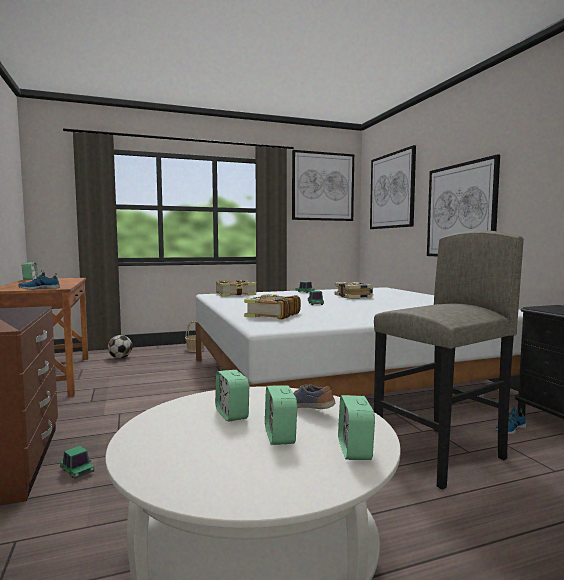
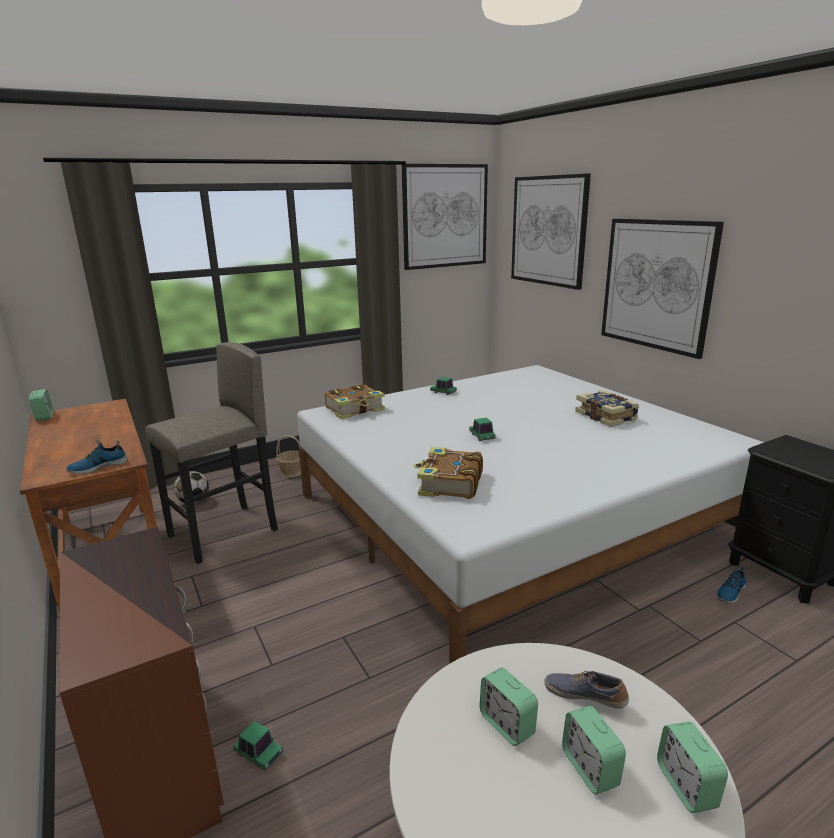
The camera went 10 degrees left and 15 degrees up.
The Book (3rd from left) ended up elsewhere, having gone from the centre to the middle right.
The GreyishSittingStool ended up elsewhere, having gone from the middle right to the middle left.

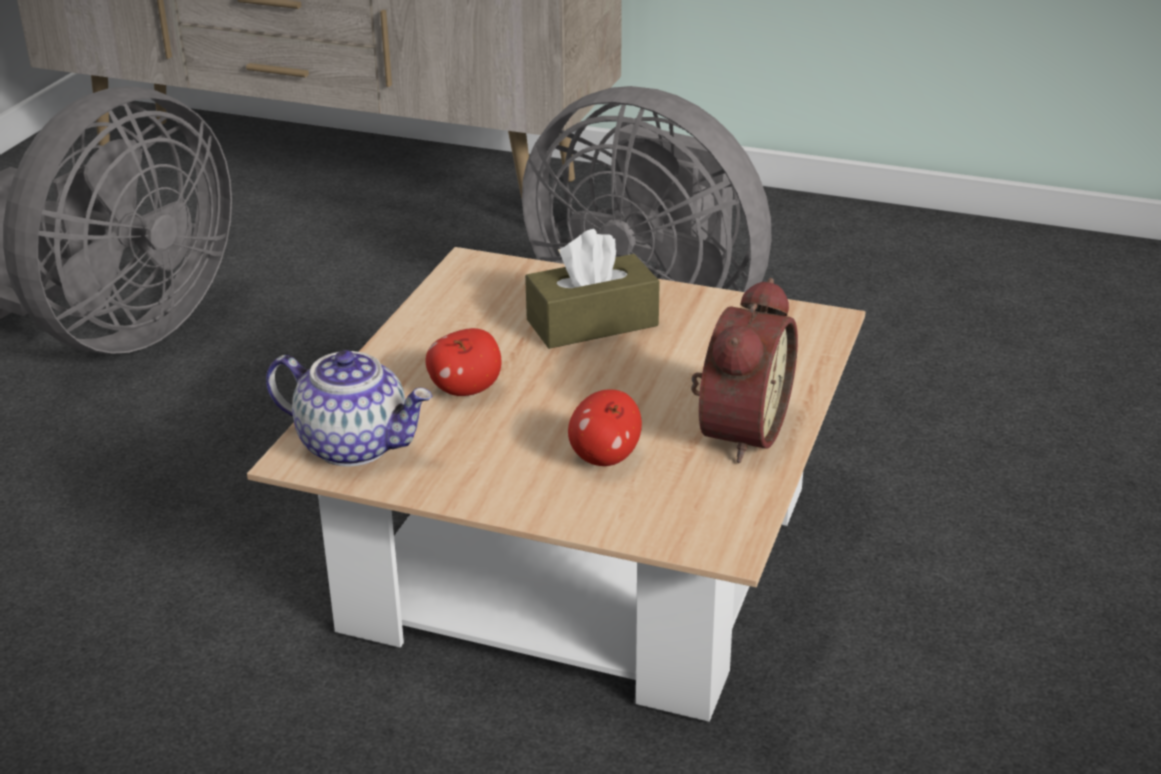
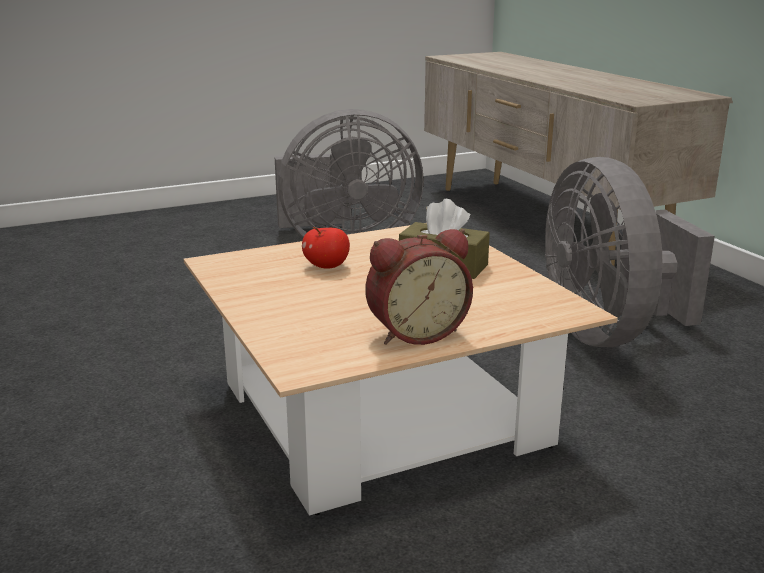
The camera went 45 degrees right and 10 degrees down.
The second view lost the Teapot at the middle left.
The second view lost the WholeApple (2nd from left) at the centre.

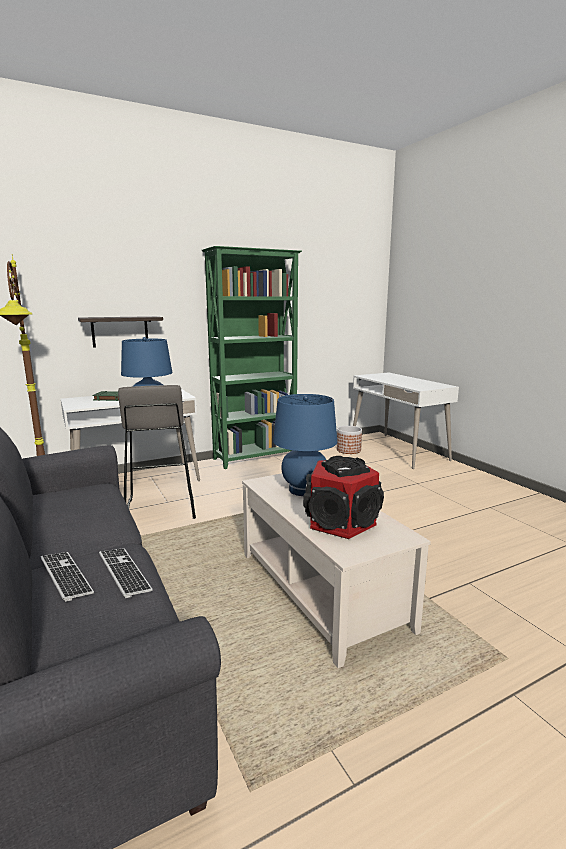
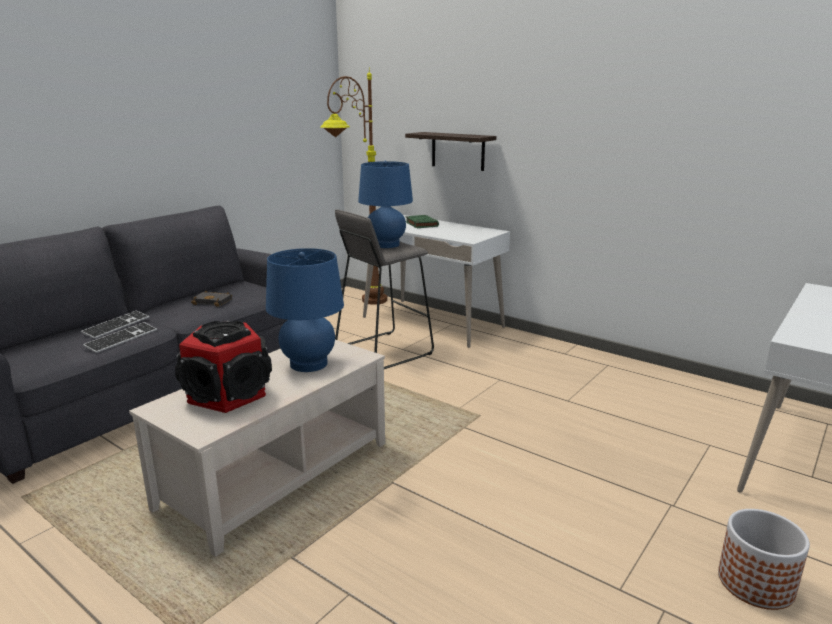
The camera went 65 degrees right and 5 degrees up.
The second view lost the GreenColouredShelvingUnit at the centre.
The second view gained the BlackBook at the middle left.
The FlowerPot ended up elsewhere, having gone from the centre to the bottom right.

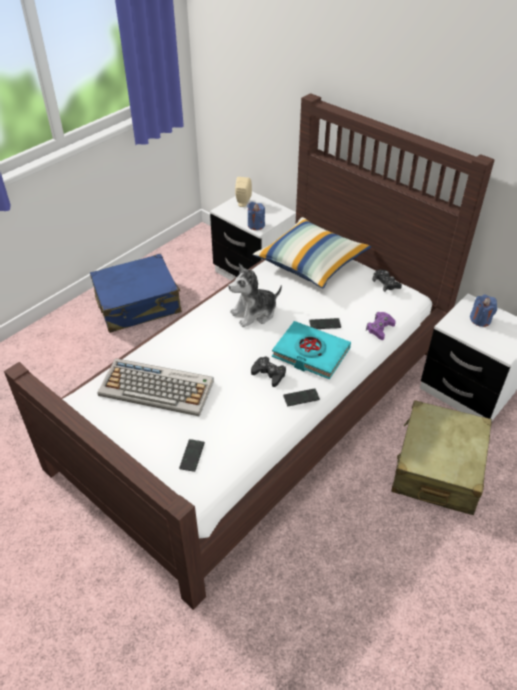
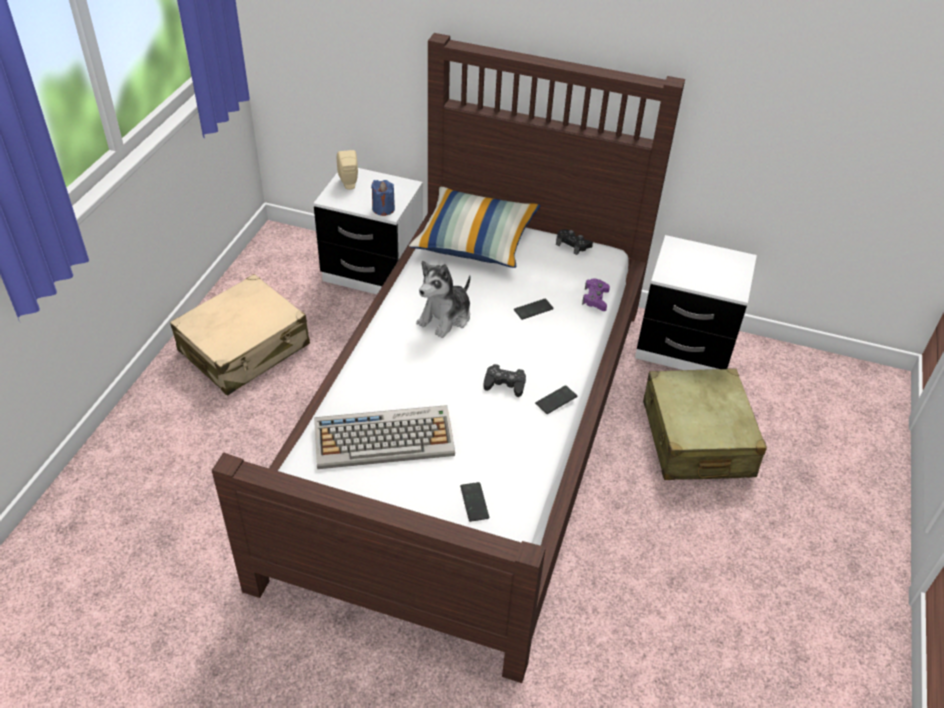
The camera went 25 degrees left and 0 degrees up.
The second view lost the TurquoiseColouredBook at the centre.
The second view lost the BlueColouredWaxLight (2nd from left) at the middle right.
What was the BlueColouredPieceOfLuggage at the middle left turned into the SandColouredPieceOfLuggage (1st from left) at the middle left.

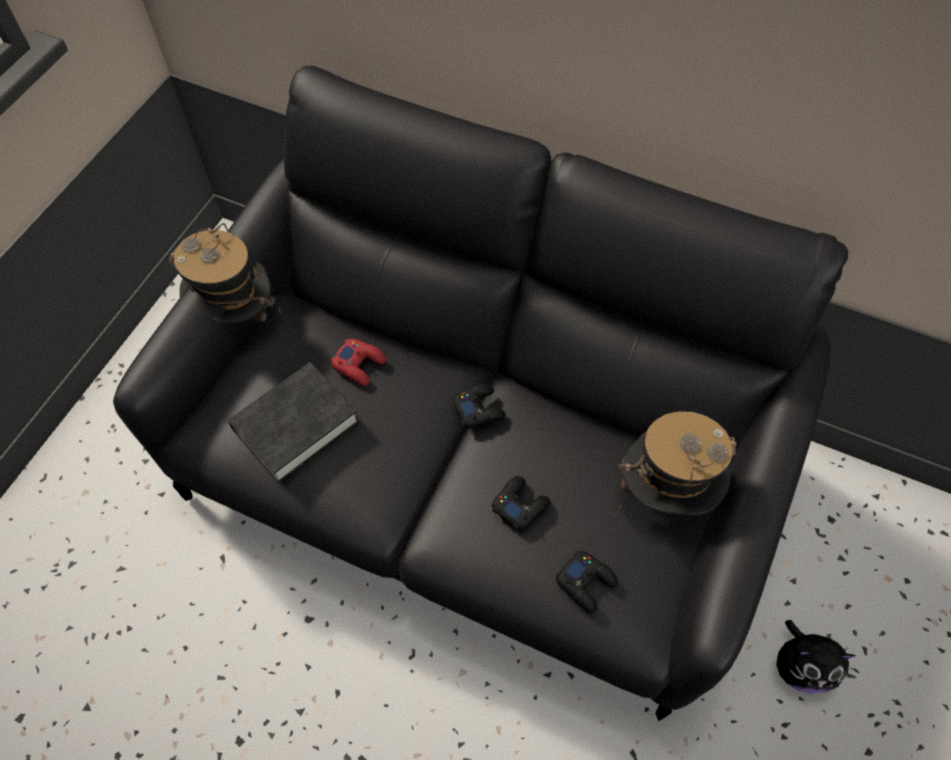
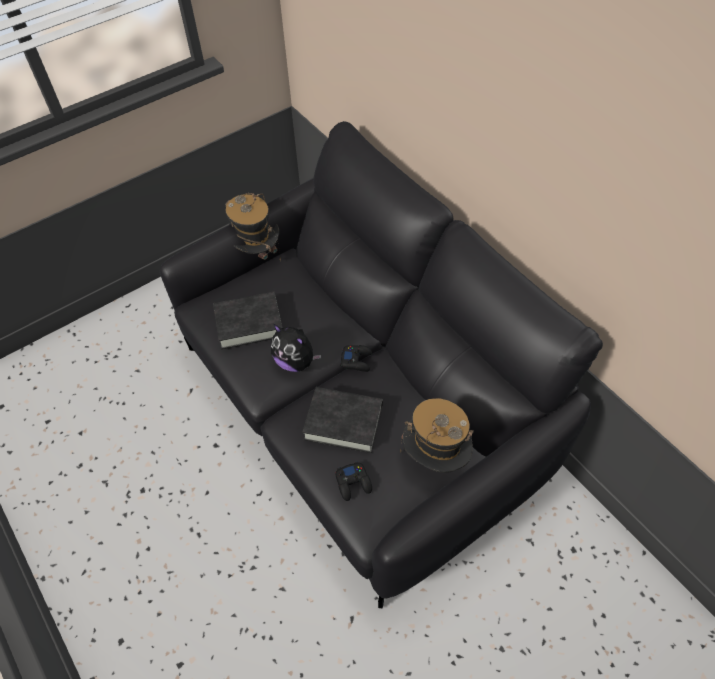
The camera went 30 degrees right and 5 degrees down.
The second view lost the RedColouredJoypad at the centre.
The CuddlyToy ended up elsewhere, having gone from the bottom right to the centre.
Where the BlackJoypad (2nd from left) stood at the centre, the BlackBook (2nd from left) came to stand at the centre.

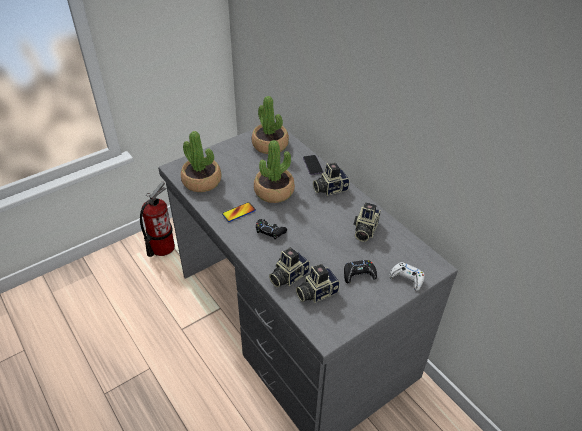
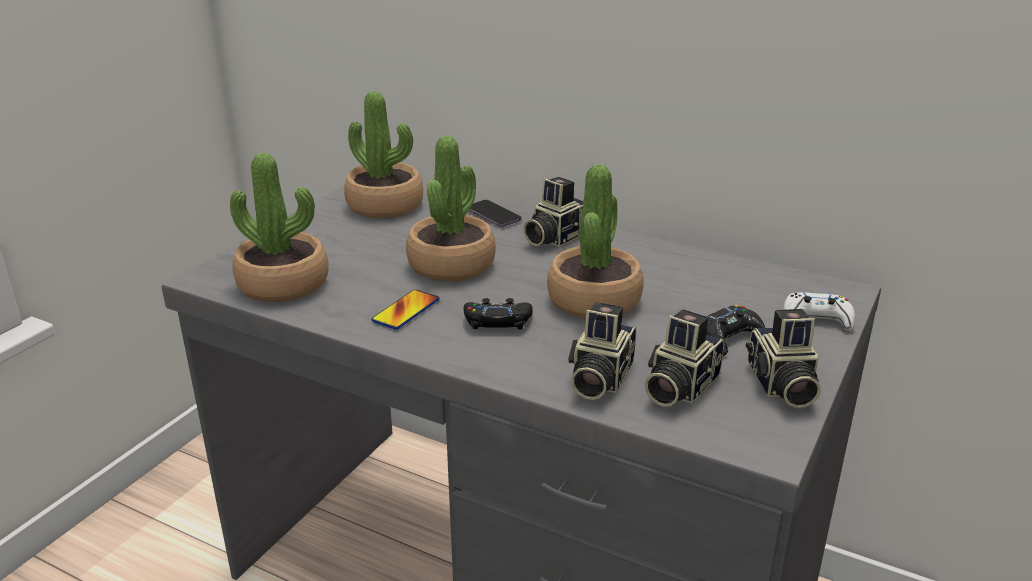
The camera went 25 degrees left and 15 degrees down.
The second view lost the Extinguisher at the middle left.
The second view gained the Houseplant (4th from left) at the centre.
The PhotoCamera (4th from left) ended up elsewhere, having gone from the centre to the middle right.

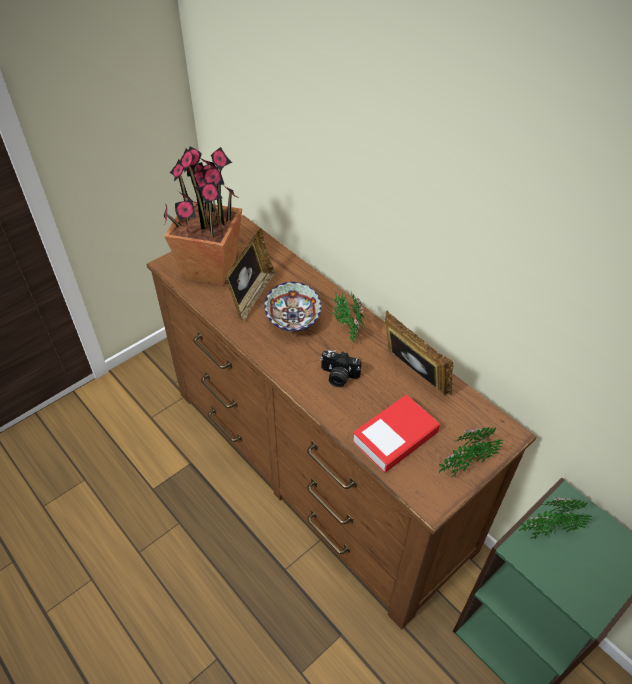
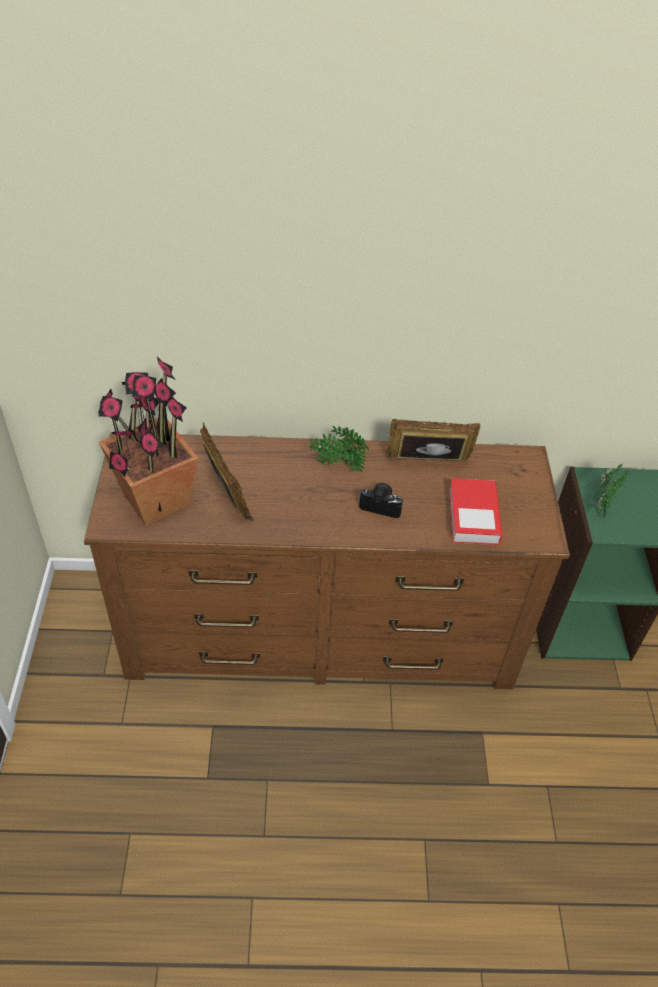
The camera went 50 degrees left and 0 degrees up.
The second view lost the DeepDish at the centre.
The second view lost the Houseplant (3rd from left) at the middle right.
The PhotoCamera at the centre ended up facing another way, 135 degrees counterclockwise from before.

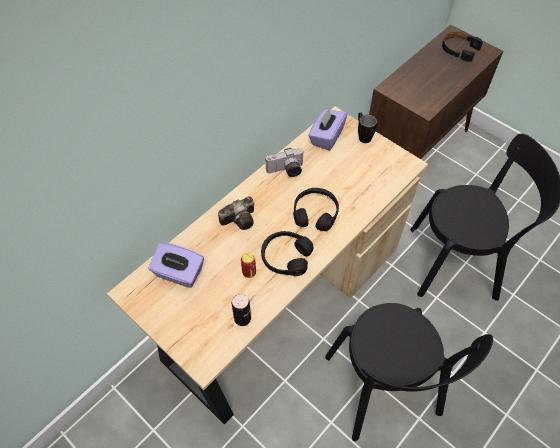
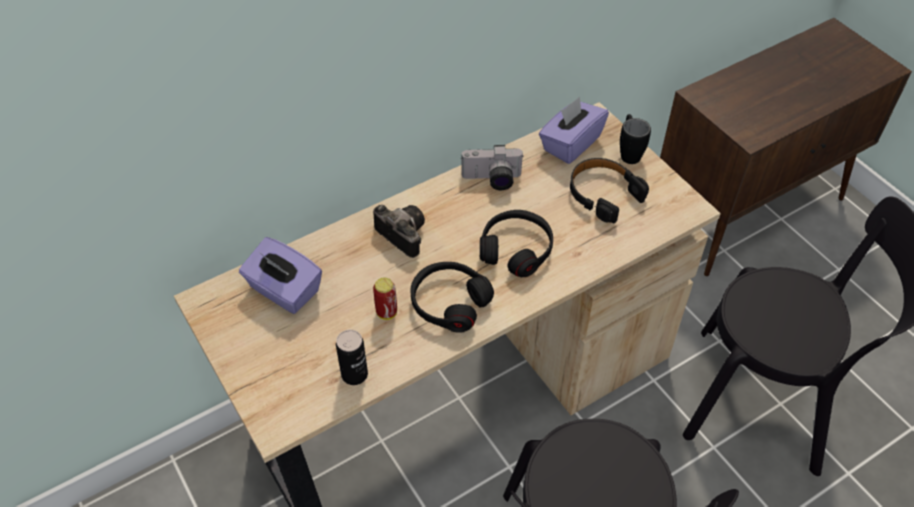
The camera went 15 degrees right and 5 degrees down.
The BlackHeadset (3rd from left) ended up elsewhere, having gone from the top right to the centre.
The PhotoCamera (1st from left) at the centre ended up facing another way, 120 degrees counterclockwise from before.

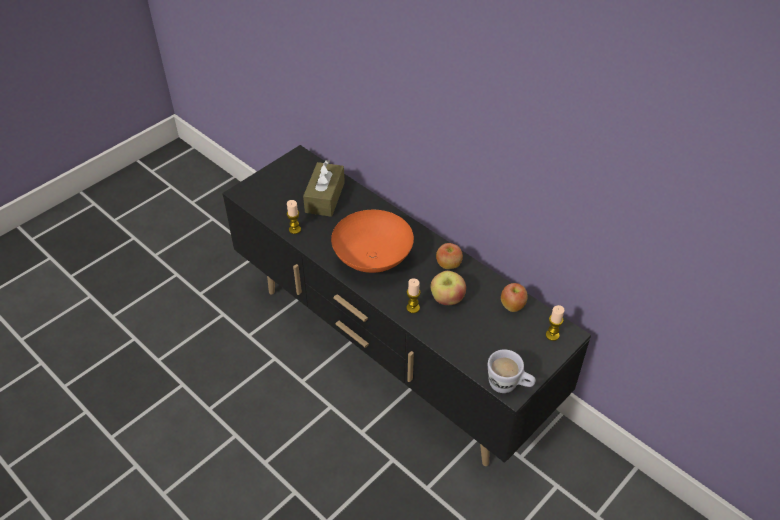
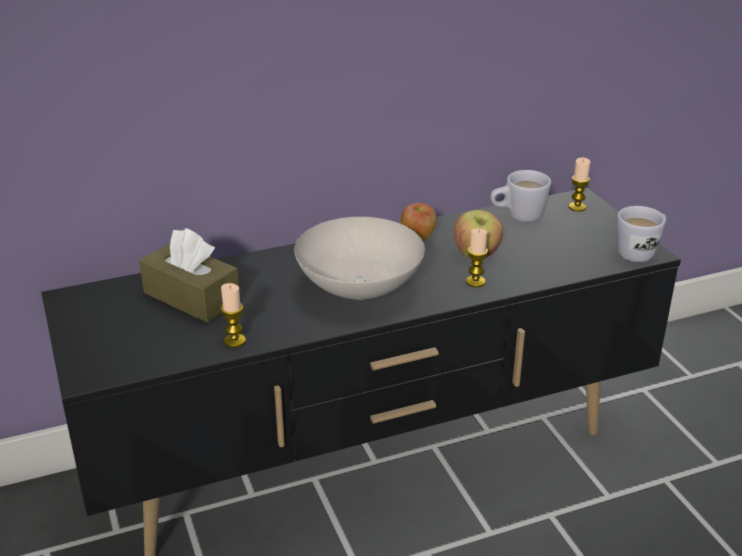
The camera went 65 degrees left and 15 degrees down.
Where the WholeApple (3rd from left) stood at the centre, the WhiteColouredMug (1st from left) came to stand at the middle right.
What was the OrangeyDeepDish at the centre turned into the WhiteColouredDeepDish at the centre.

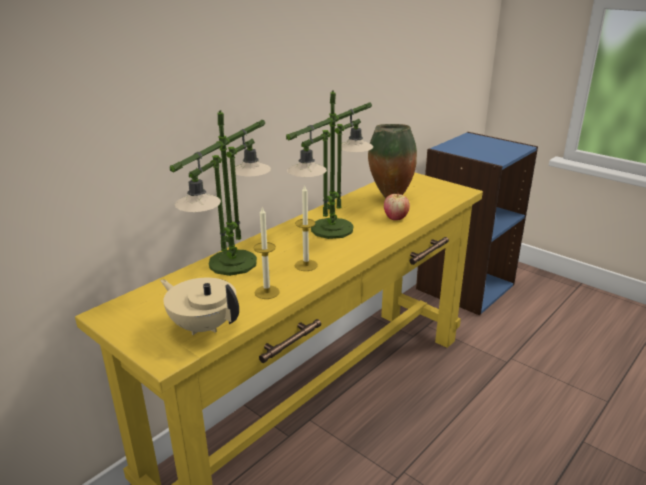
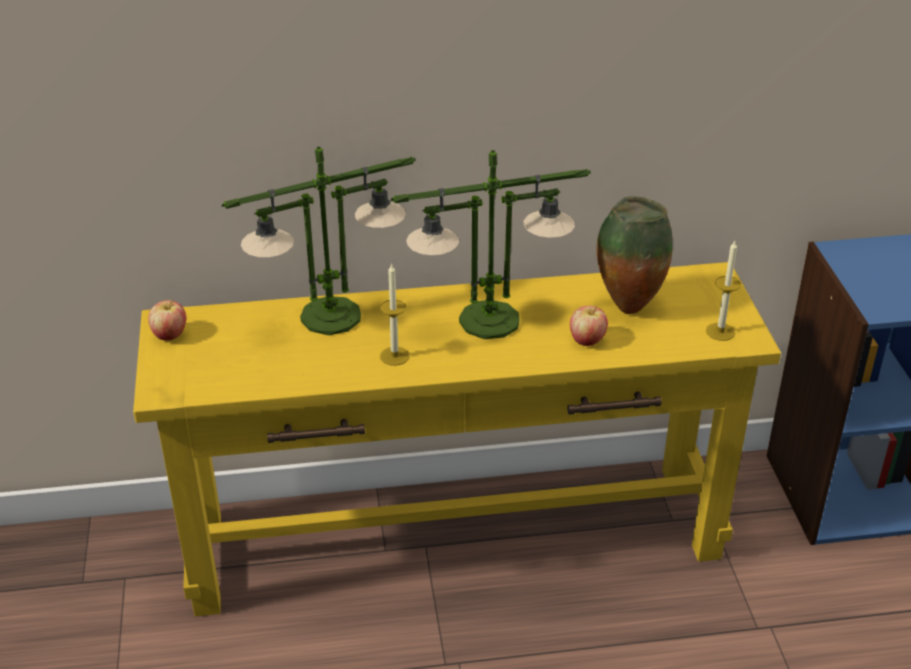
The camera went 40 degrees right and 10 degrees up.
The second view lost the SandColouredTeapot at the middle left.
The second view gained the WholeApple (1st from left) at the middle left.
The WaxLight (1st from left in the first image) ended up elsewhere, having gone from the centre to the middle right.

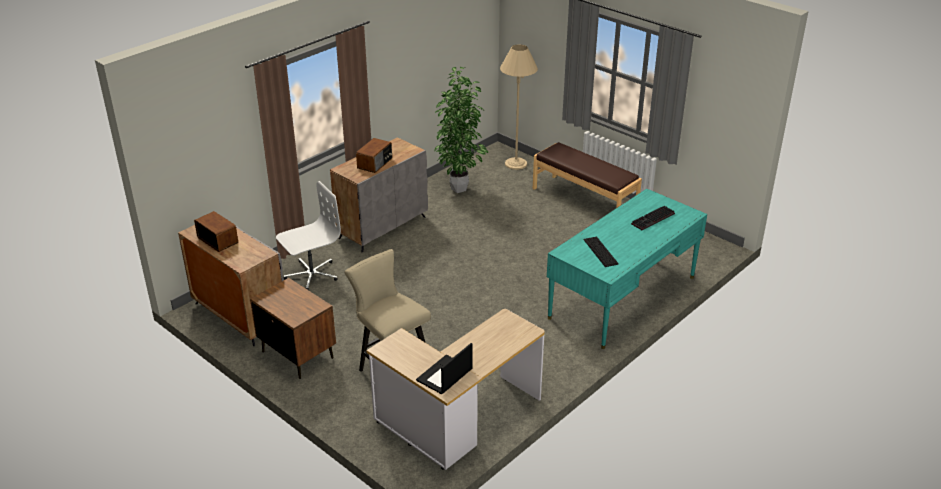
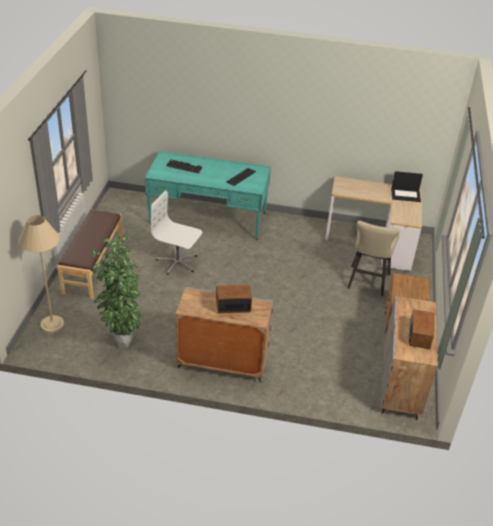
The camera went 125 degrees left and 5 degrees up.
The WhiteColouredOfficeChair ended up elsewhere, having gone from the middle left to the centre.

